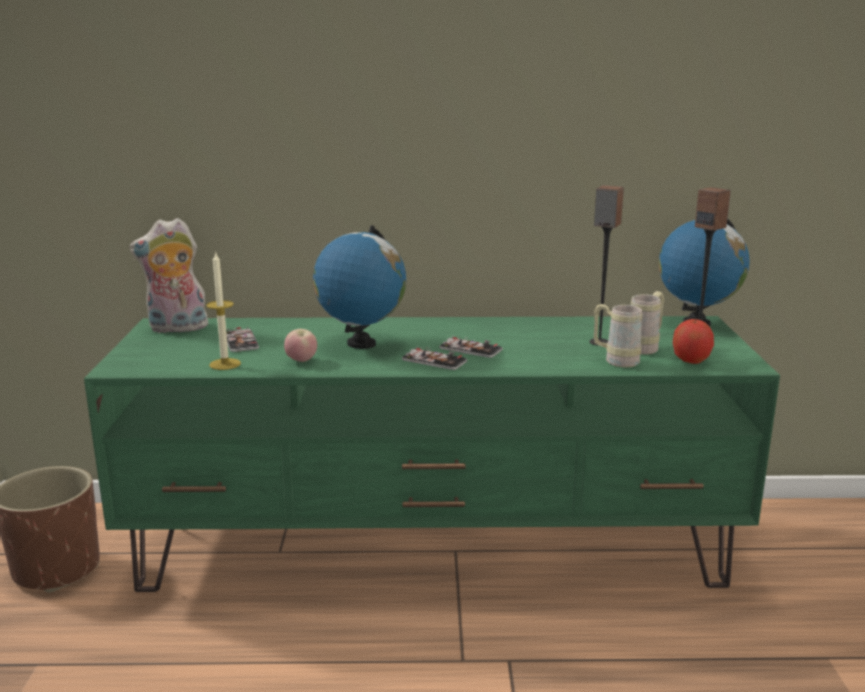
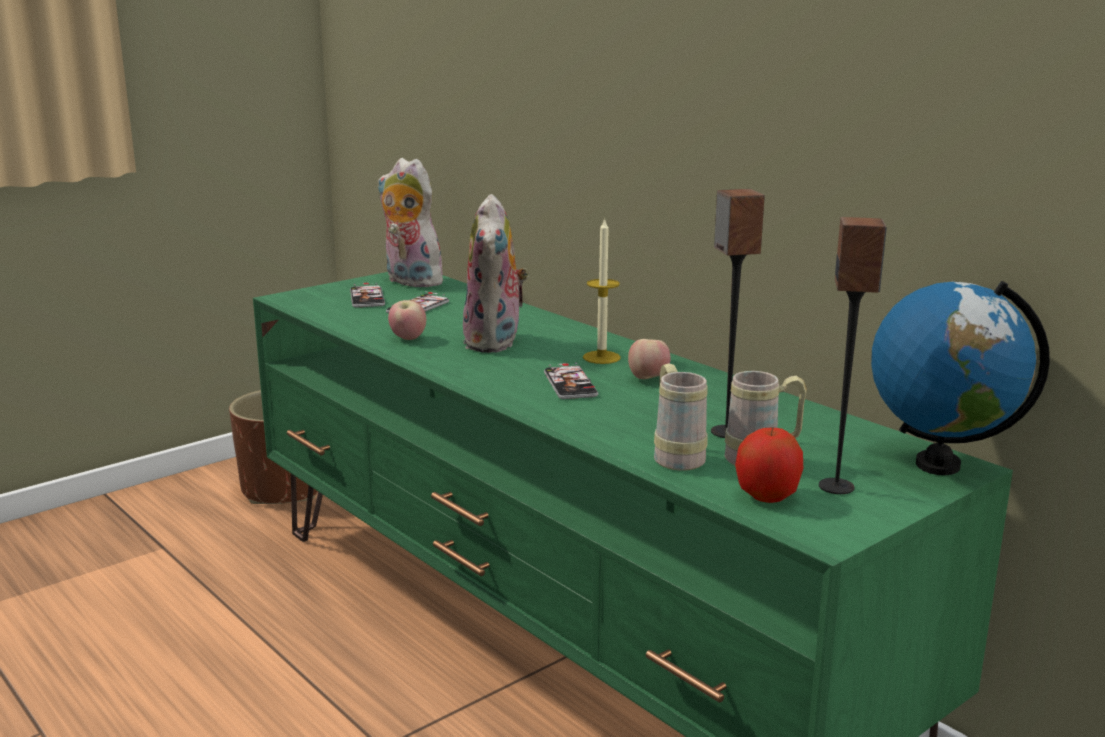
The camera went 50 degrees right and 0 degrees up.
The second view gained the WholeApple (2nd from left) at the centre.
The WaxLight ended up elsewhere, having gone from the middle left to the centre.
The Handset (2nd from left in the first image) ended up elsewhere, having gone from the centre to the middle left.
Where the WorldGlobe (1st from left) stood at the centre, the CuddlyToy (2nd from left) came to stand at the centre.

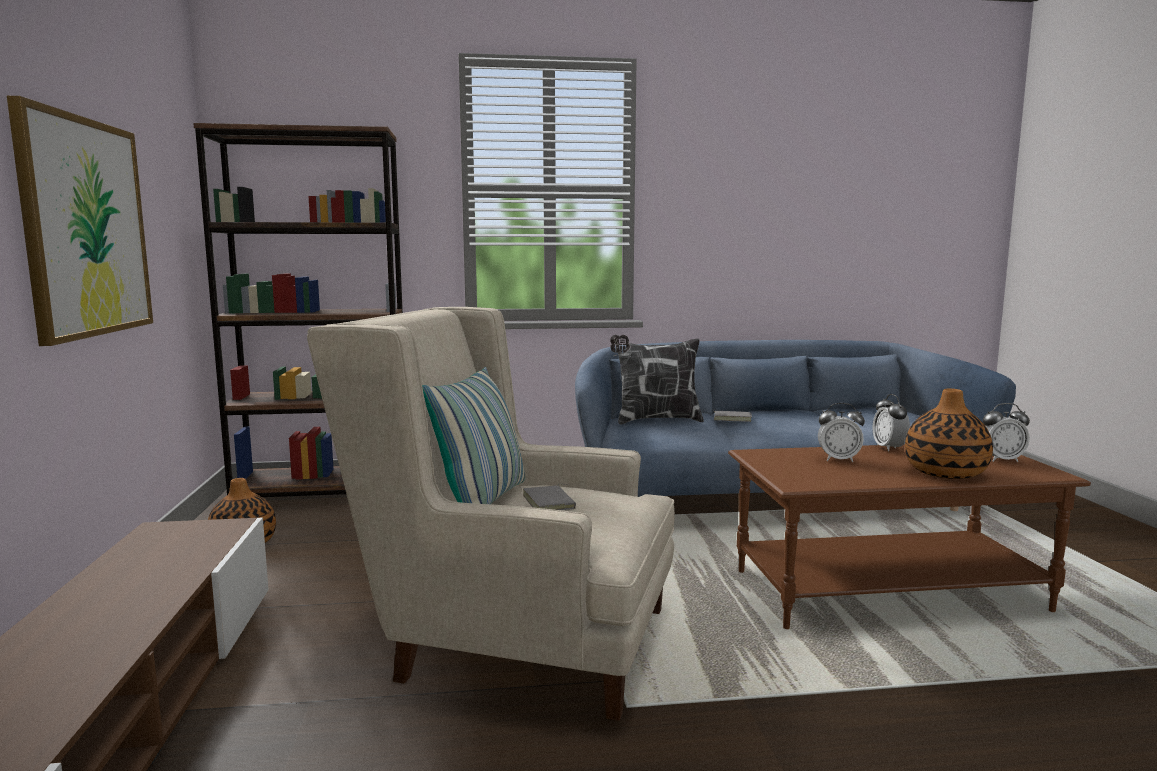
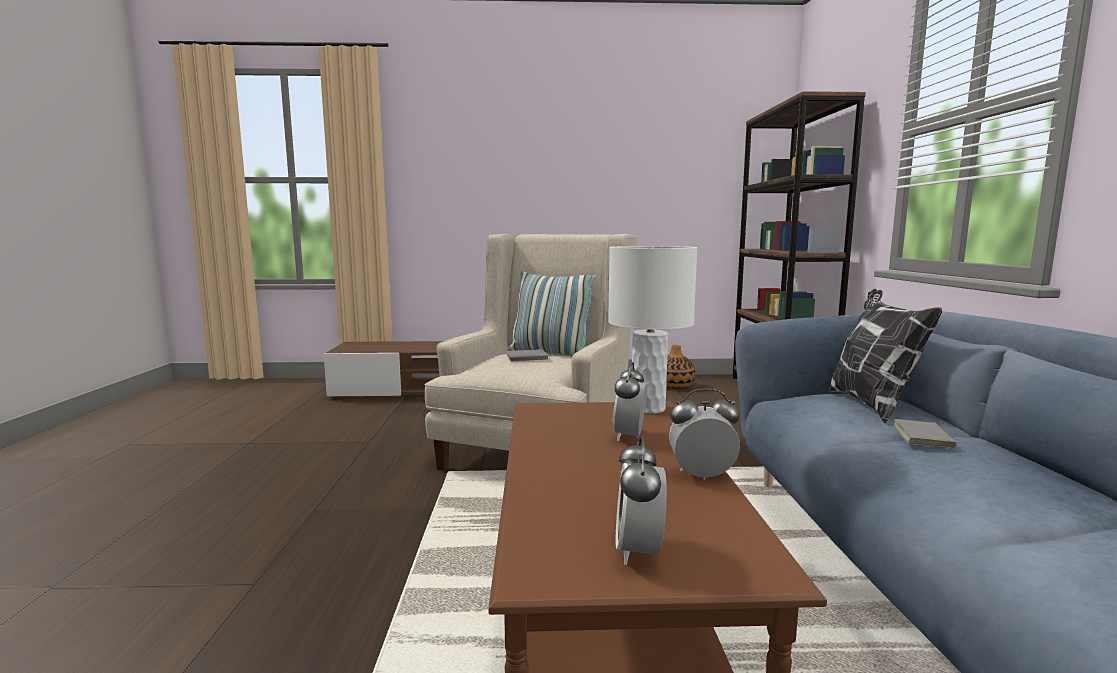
The camera went 95 degrees right and 0 degrees up.
The second view lost the WallPicture at the top left.
The second view lost the FlowerVase (2nd from left) at the middle right.
The second view gained the WhiteColouredTabletopLamp at the centre.

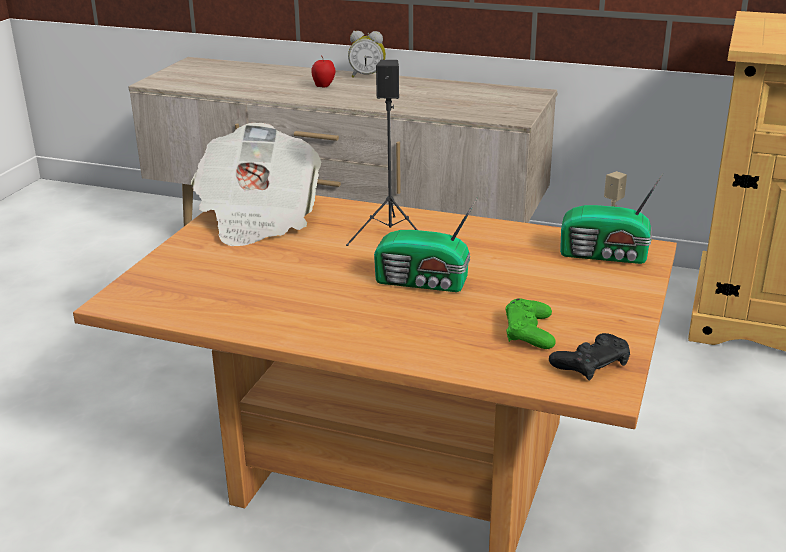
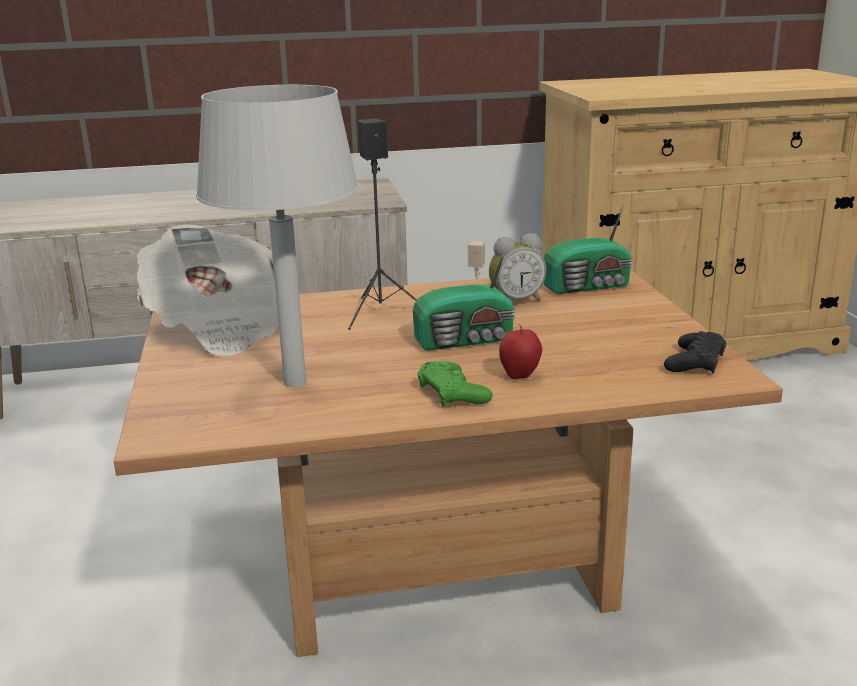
The camera went 30 degrees left and 5 degrees down.
The second view gained the GreyishTabletopLamp at the middle left.
The WholeApple ended up elsewhere, having gone from the top centre to the centre.
The BedsideClock ended up elsewhere, having gone from the top centre to the centre.
The GreenColouredJoypad ended up elsewhere, having gone from the middle right to the centre.

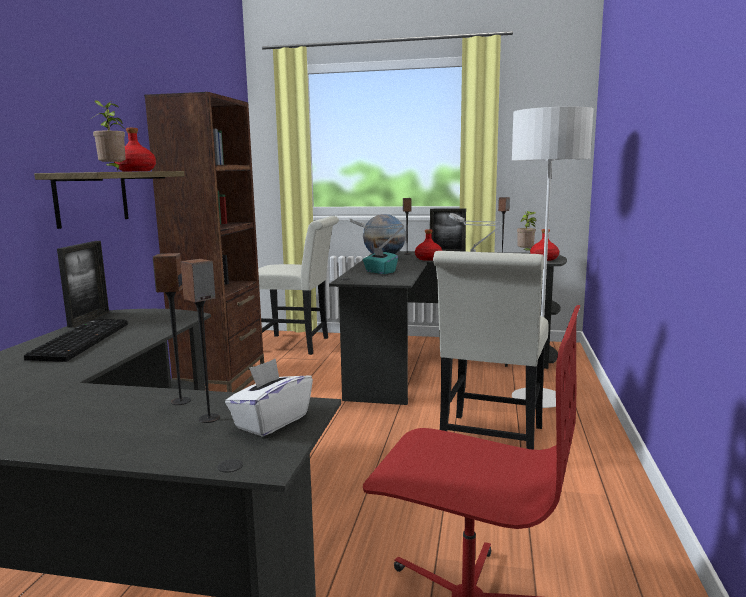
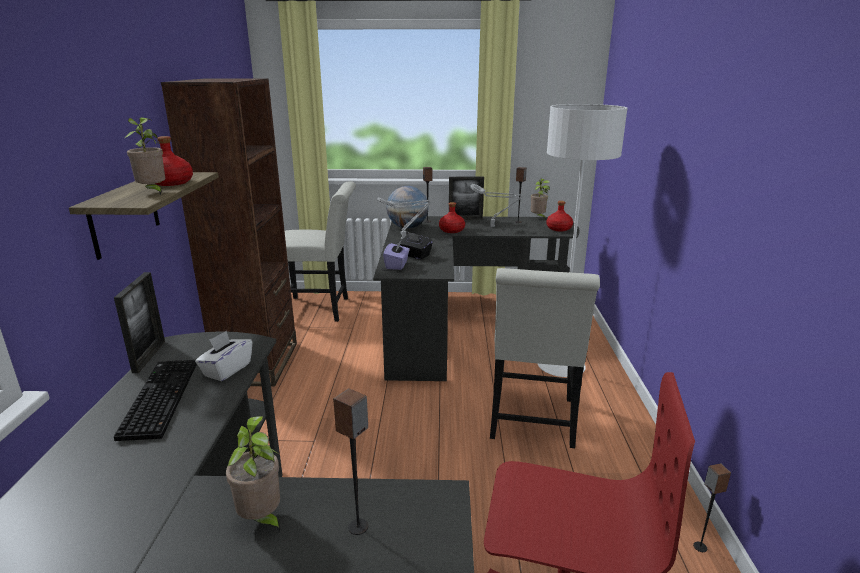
The camera went 10 degrees left and 10 degrees up.
The second view gained the Houseplant (2nd from left) at the bottom left.
The second view gained the PurpleColouredBoxOfTissues at the centre.
The Speaker (1st from left in the first image) ended up elsewhere, having gone from the middle left to the bottom right.
The WhiteColouredBoxOfTissues ended up elsewhere, having gone from the bottom centre to the middle left.
What was the TurquoiseColouredBoxOfTissues at the centre turned into the BlackBoxOfTissues at the centre.

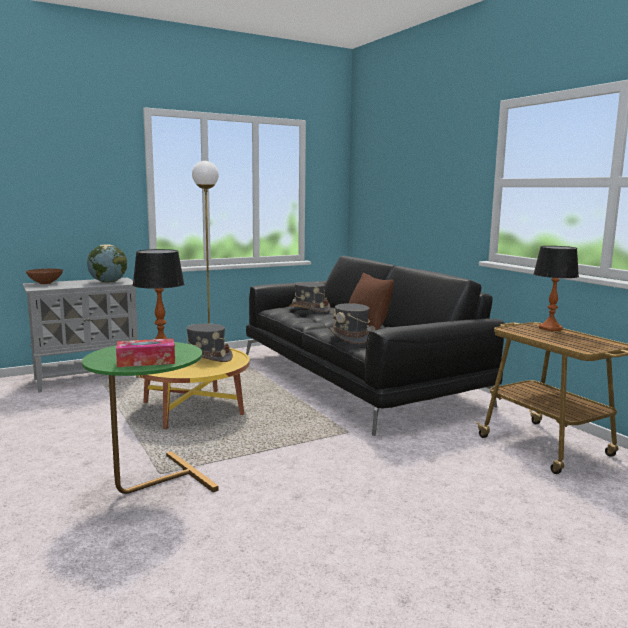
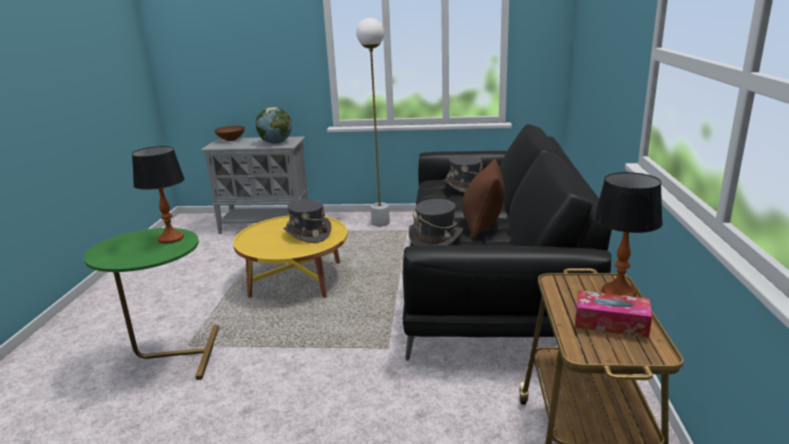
The camera went 35 degrees right and 10 degrees up.
The BoxOfTissues ended up elsewhere, having gone from the middle left to the bottom right.

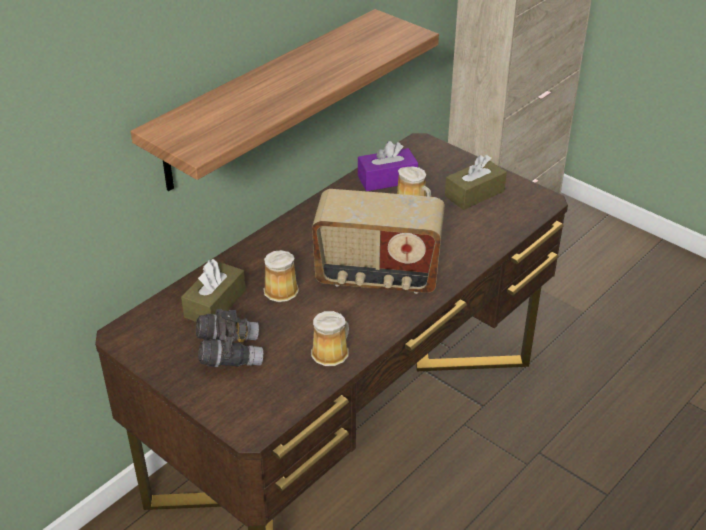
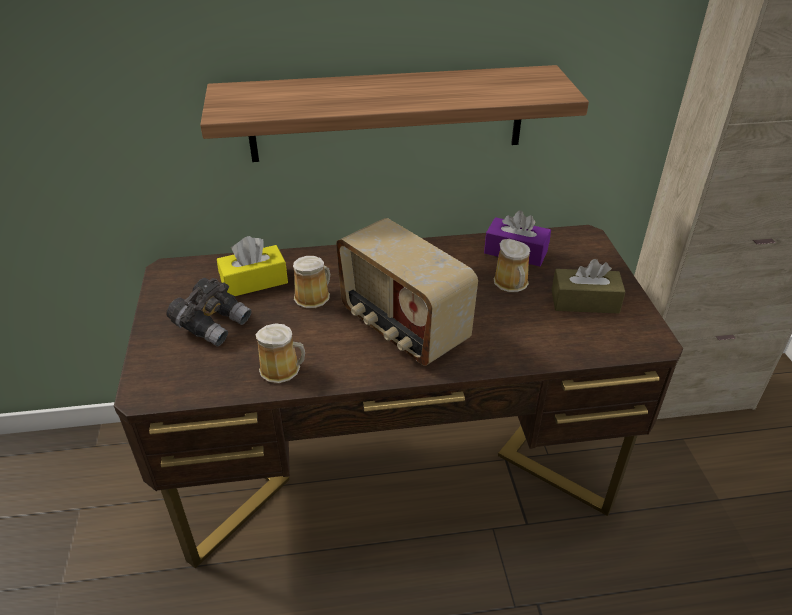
The camera went 40 degrees right and 0 degrees up.
What was the BrownColouredBoxOfTissues (1st from left) at the middle left turned into the YellowColouredBoxOfTissues at the middle left.

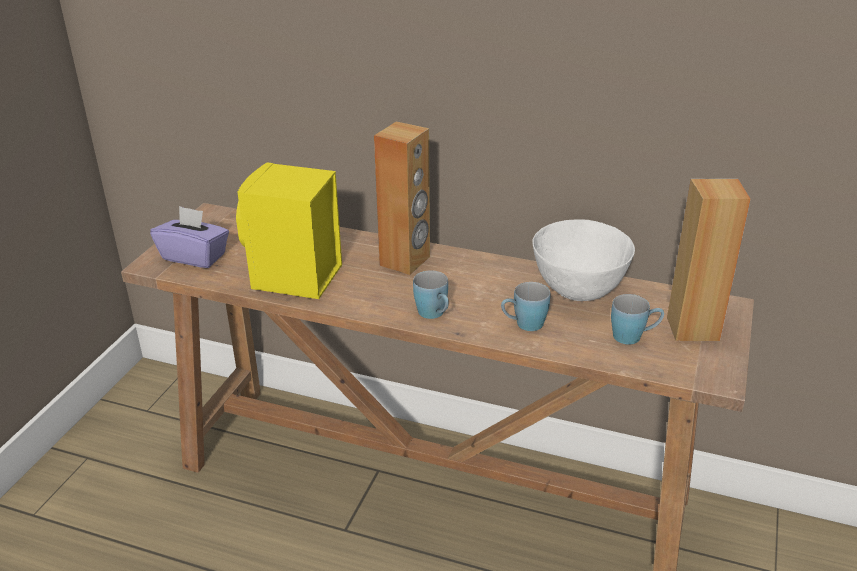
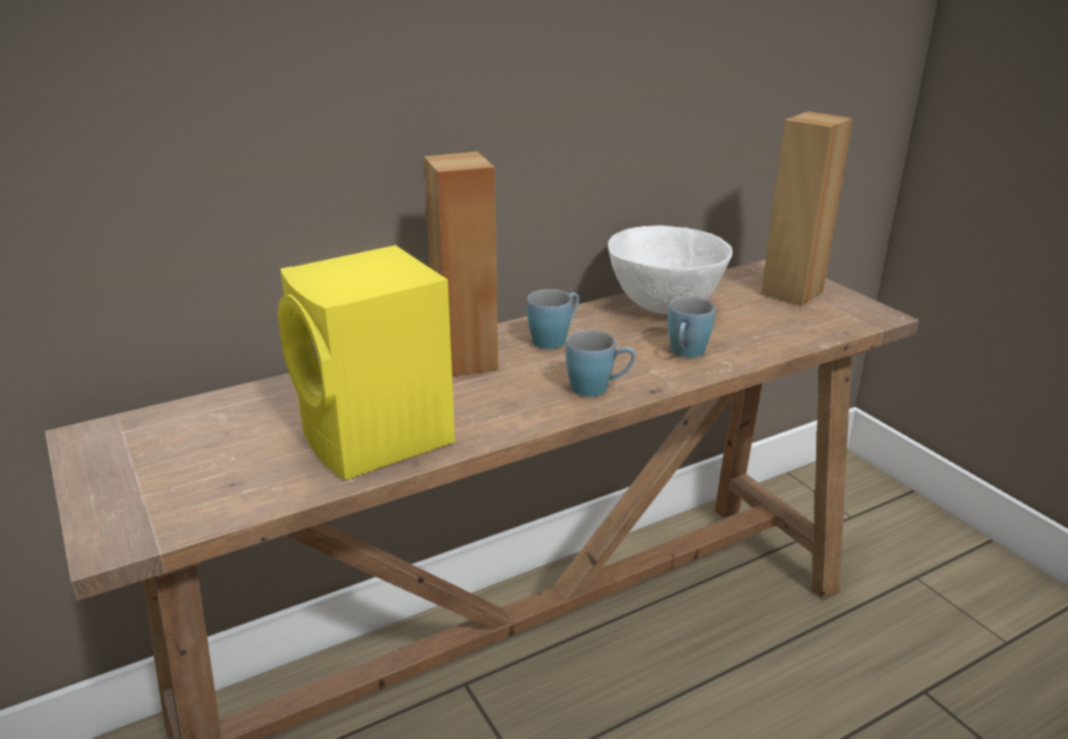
The camera went 50 degrees left and 5 degrees down.
The second view lost the PurpleColouredBoxOfTissues at the middle left.
The BlueColouredMug (3rd from left in the first image) ended up elsewhere, having gone from the middle right to the centre.

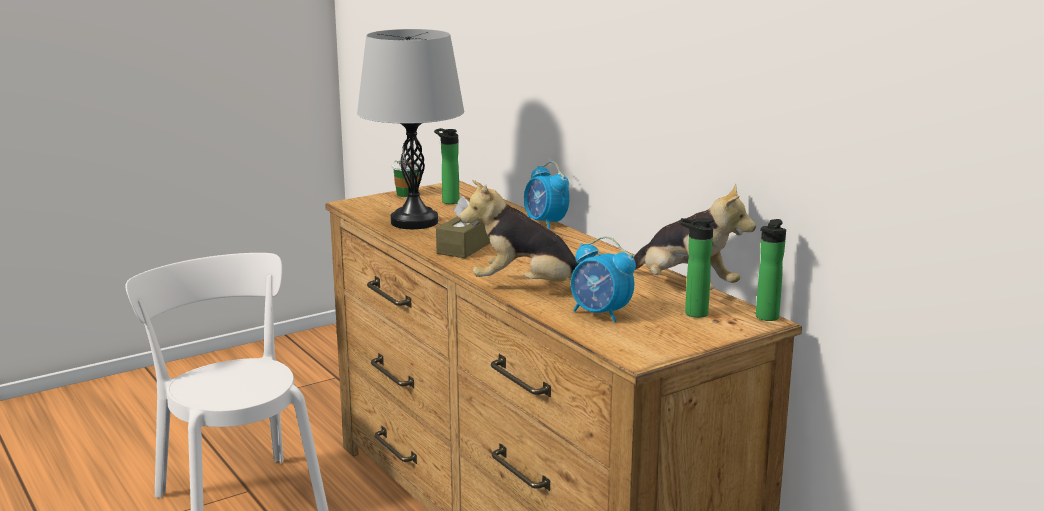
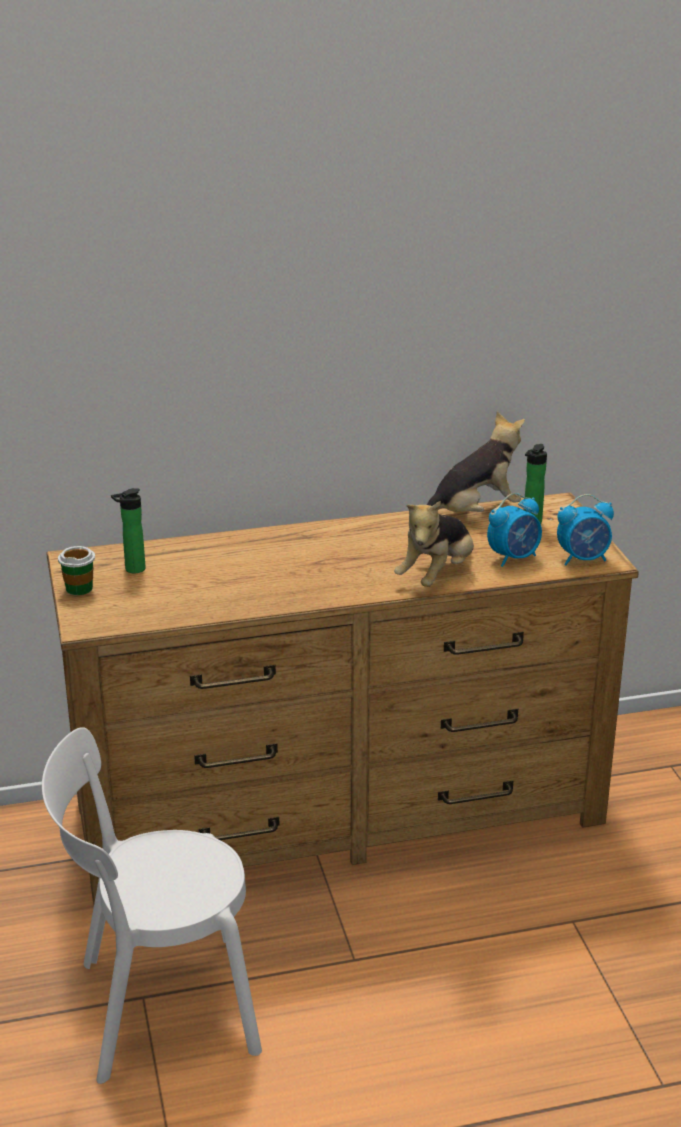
The camera went 70 degrees left and 10 degrees up.
The second view lost the GreyishTabletopLamp at the top centre.
The second view lost the BrownColouredBoxOfTissues at the centre.
The second view lost the DrinkBottle (3rd from left) at the middle right.
The BedsideClock (1st from left in the first image) ended up elsewhere, having gone from the centre to the middle right.

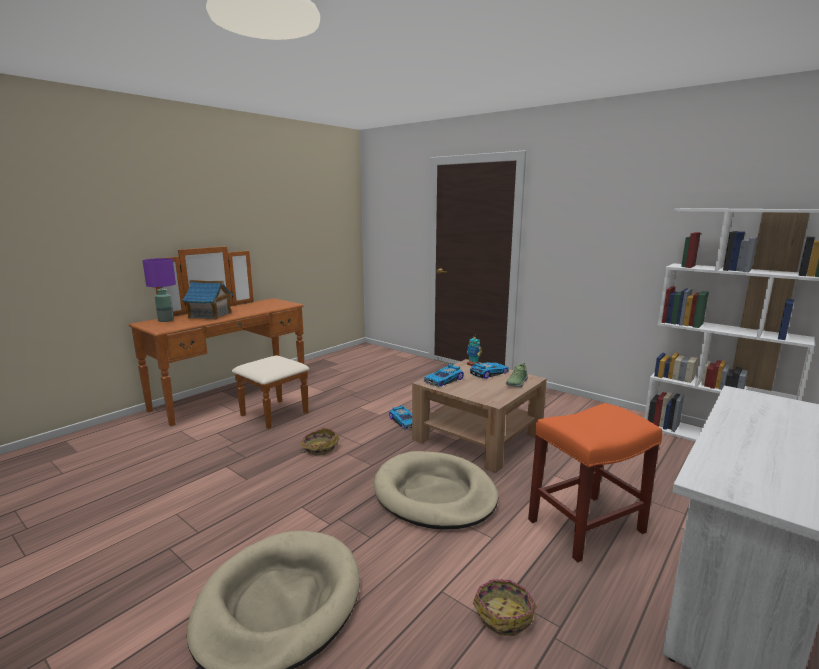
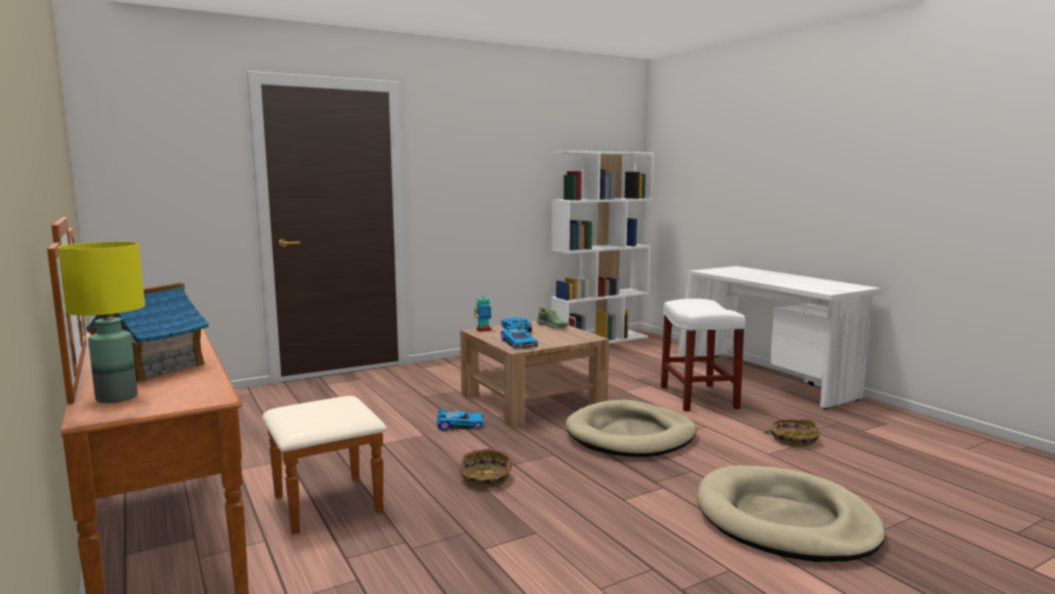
The camera went 70 degrees left and 5 degrees down.
What was the PurpleColouredTabletopLamp at the middle left turned into the YellowColouredTabletopLamp at the middle left.
What was the OrangeySittingStool at the bottom right turned into the WhiteColouredSittingStool at the centre.

